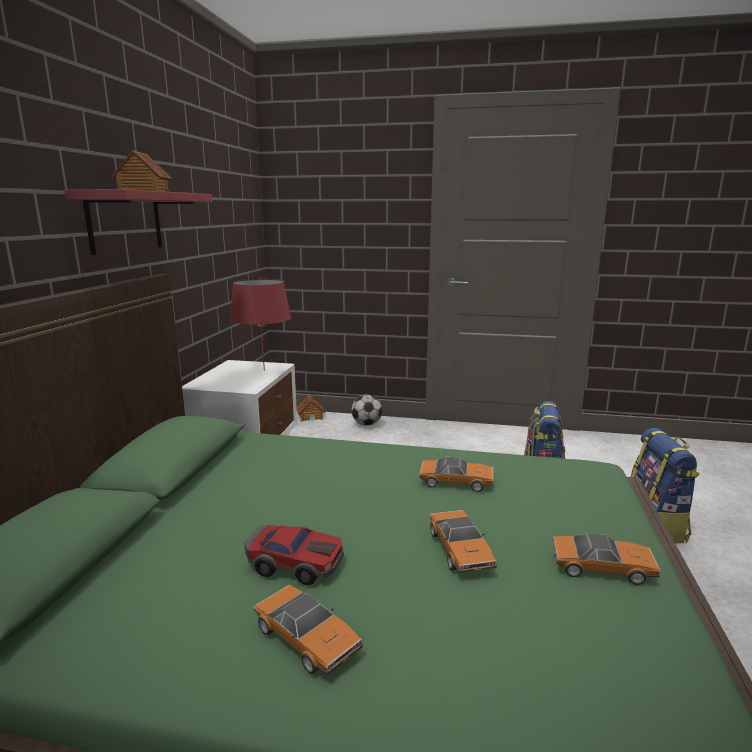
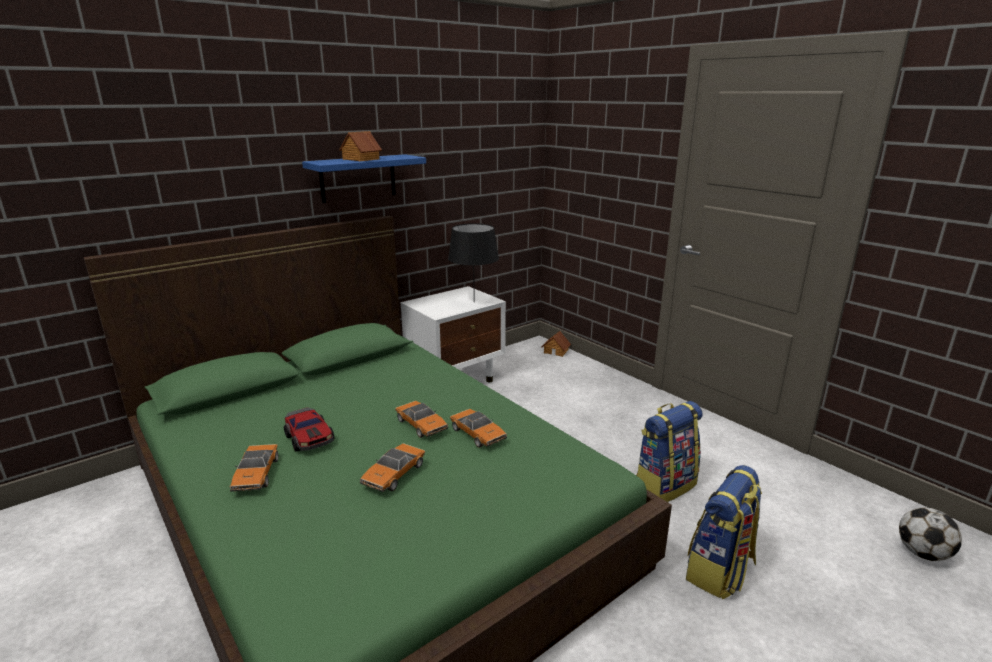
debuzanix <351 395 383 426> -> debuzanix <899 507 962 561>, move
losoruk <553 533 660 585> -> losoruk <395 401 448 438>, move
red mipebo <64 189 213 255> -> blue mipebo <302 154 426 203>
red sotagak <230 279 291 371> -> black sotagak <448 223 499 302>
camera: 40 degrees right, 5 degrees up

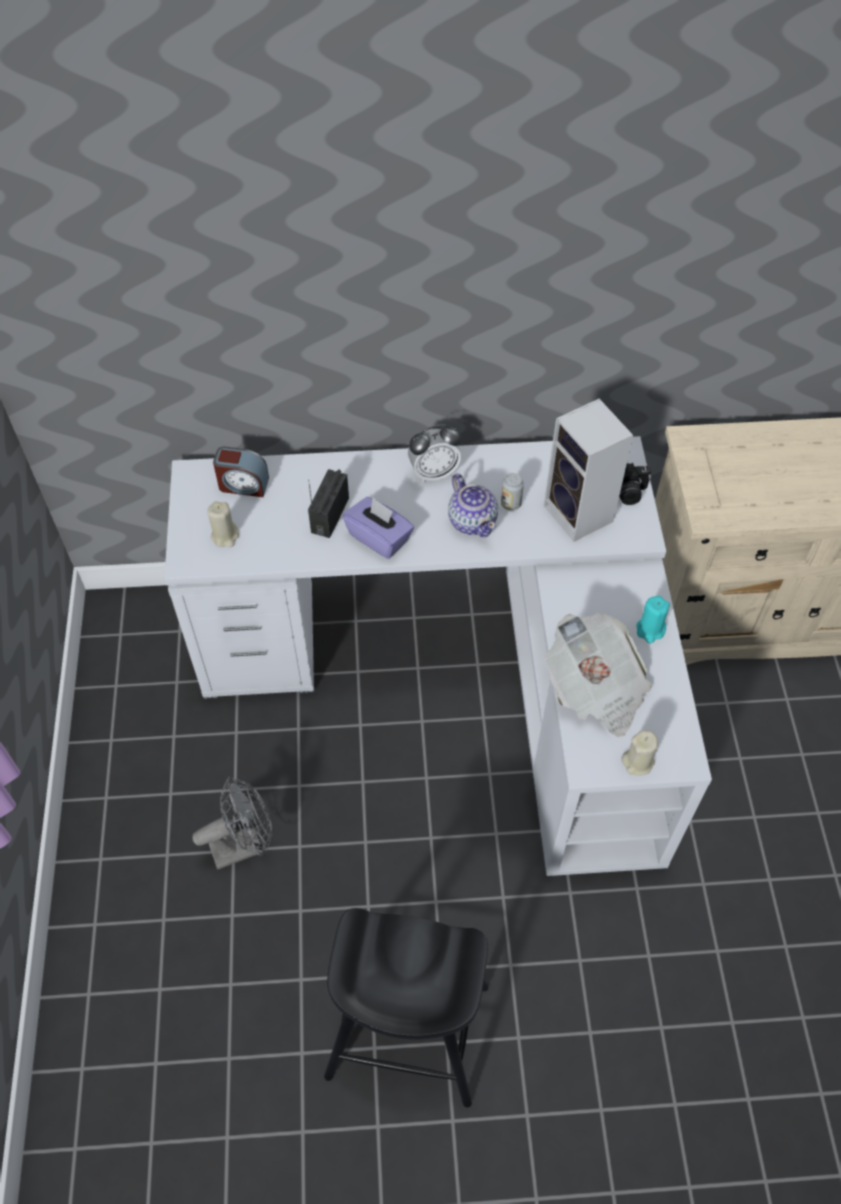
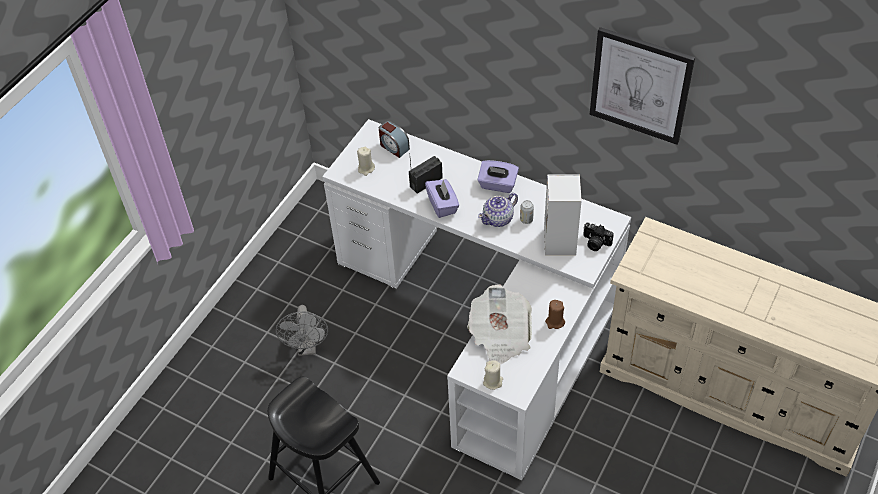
none -> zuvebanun <590 27 695 145>
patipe <408 425 461 483> -> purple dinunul <478 160 519 193>
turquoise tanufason <636 596 670 644> -> brown tanufason <545 300 565 329>
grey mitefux <192 776 272 869> -> grey mitefux <276 305 328 356>, 75 degrees clockwise
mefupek <448 474 498 537> -> mefupek <478 193 518 227>, 45 degrees clockwise
camera: 35 degrees right, 5 degrees down

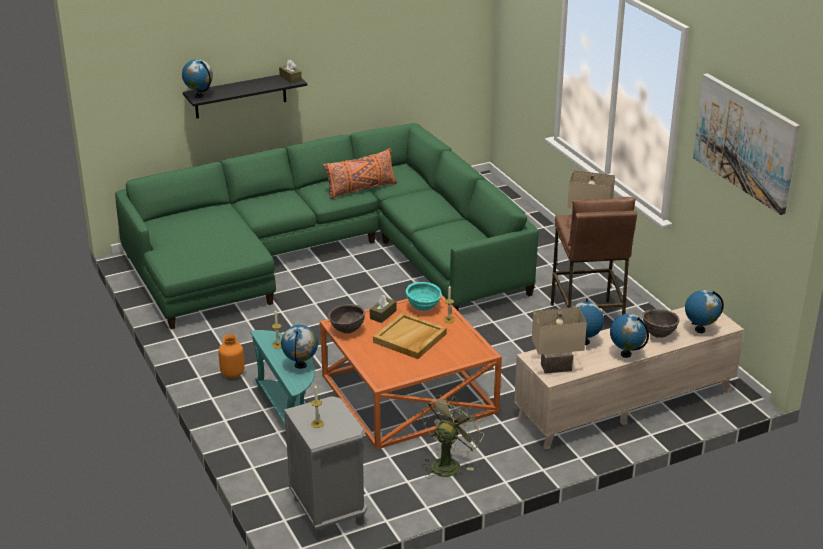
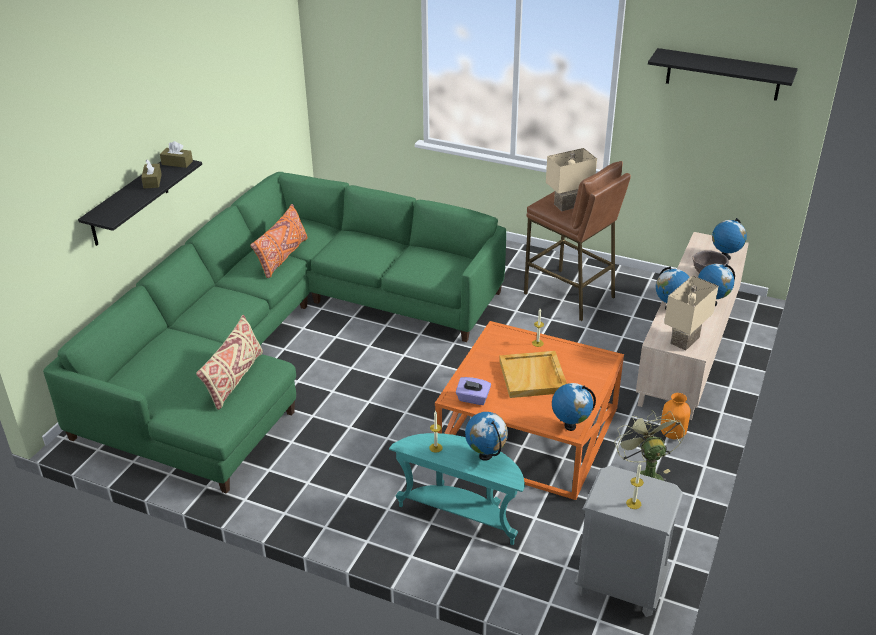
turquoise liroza <406 282 442 311> -> none
none -> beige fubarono <196 315 263 410>
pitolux <182 59 213 98> -> pitolux <552 383 596 431>, move
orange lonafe <218 334 245 378> -> orange lonafe <661 393 691 439>, move
brown dinunul <370 295 397 323> -> brown dinunul <141 160 162 189>, move
brown liroza <328 304 365 334> -> purple dinunul <456 377 491 405>
zuvebanun <693 73 800 215> -> black mipebo <648 48 798 101>
camera: 40 degrees left, 5 degrees up

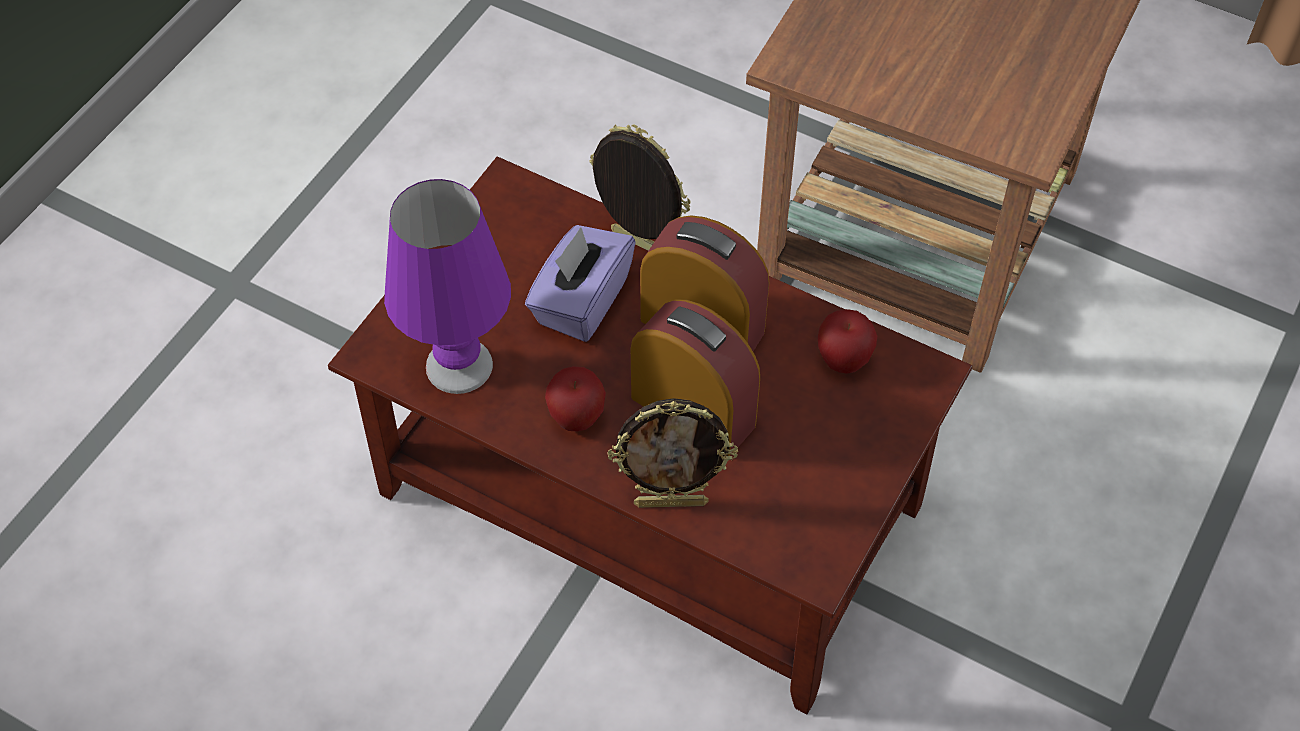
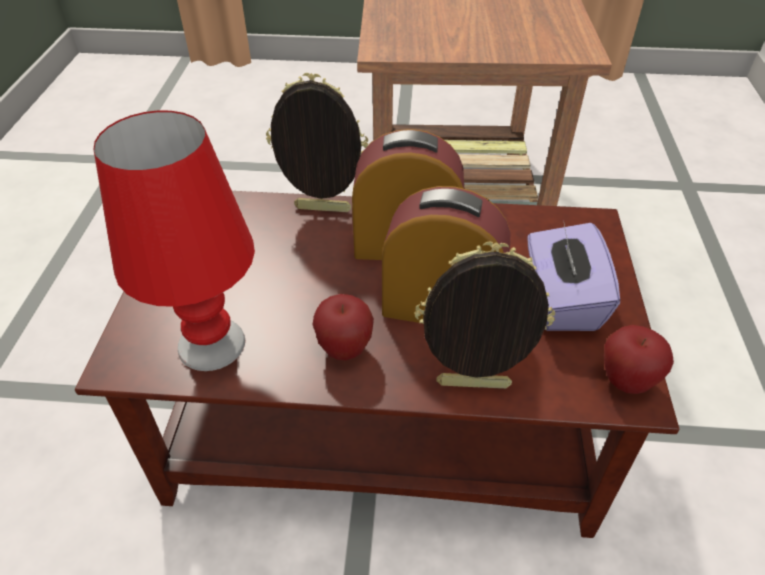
purple dinunul <525 225 636 342> -> purple dinunul <527 223 620 331>, move
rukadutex <818 309 877 374> -> rukadutex <604 325 674 394>, move
purple sotagak <384 179 511 394> -> red sotagak <93 110 255 371>
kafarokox <607 398 738 508> -> kafarokox <415 242 555 389>, 150 degrees counterclockwise
camera: 25 degrees left, 10 degrees down

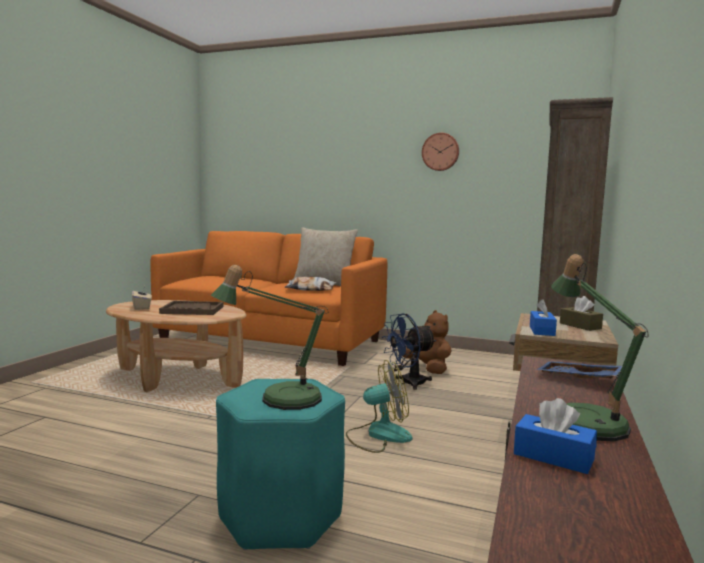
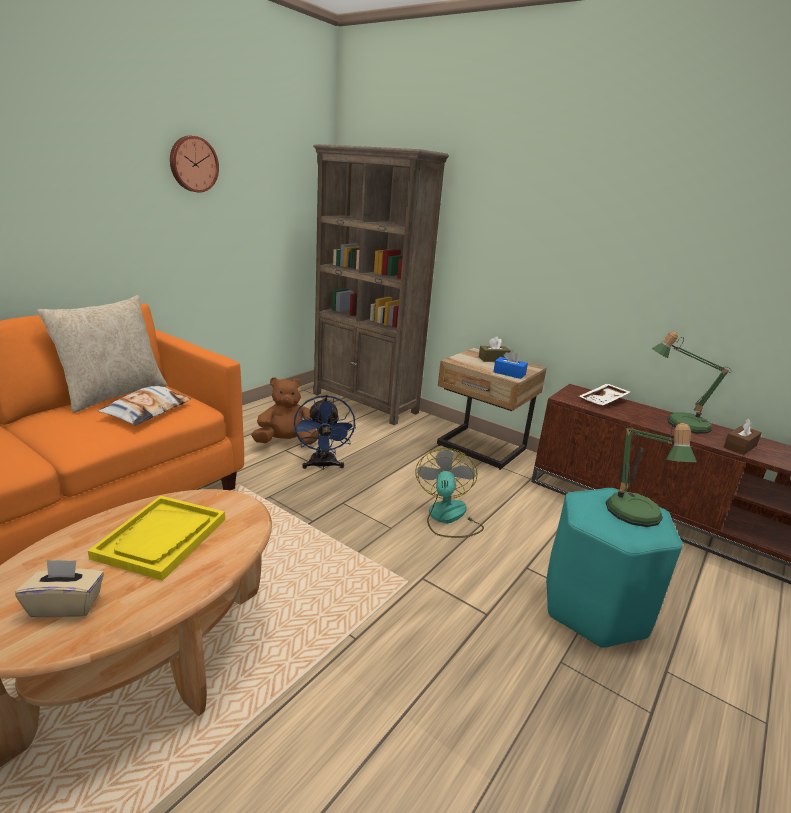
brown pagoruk <159 301 224 315> -> yellow pagoruk <88 495 225 581>
blue dinunul <514 398 597 474> -> brown dinunul <724 418 762 455>
blue pagoruk <537 361 622 378> -> white pagoruk <579 383 630 405>
camera: 75 degrees left, 15 degrees up

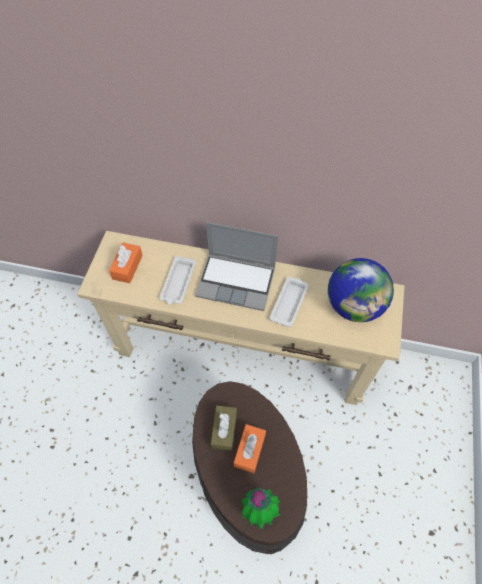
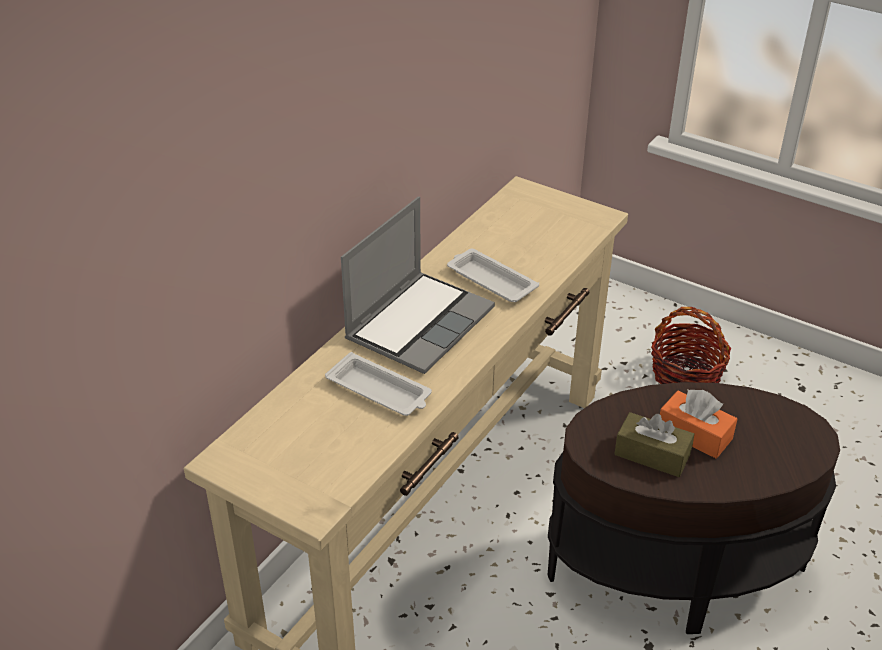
orange dinunul <109 243 143 283> -> none
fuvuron <242 487 281 530> -> none
pitolux <328 258 394 322> -> none
none -> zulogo <651 307 731 384>
camera: 70 degrees left, 20 degrees down

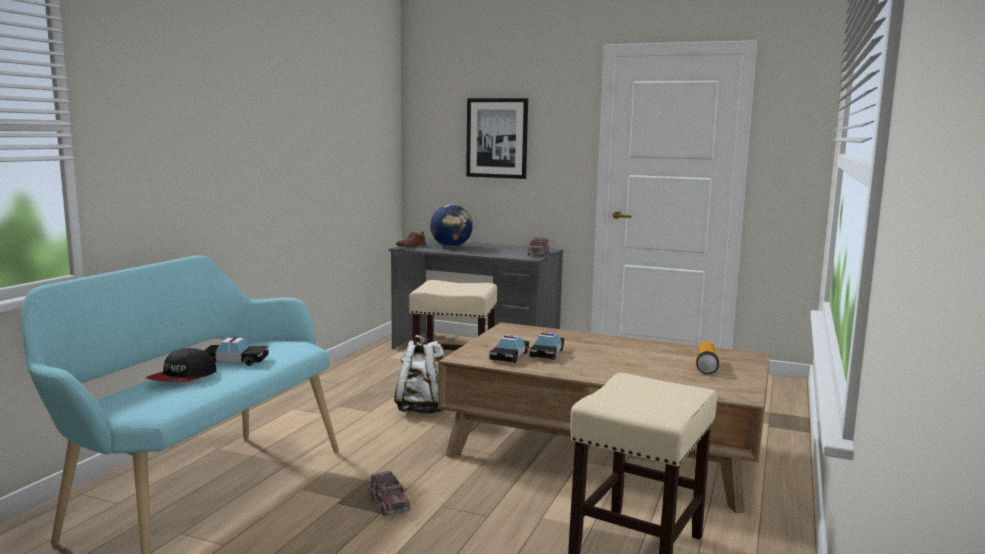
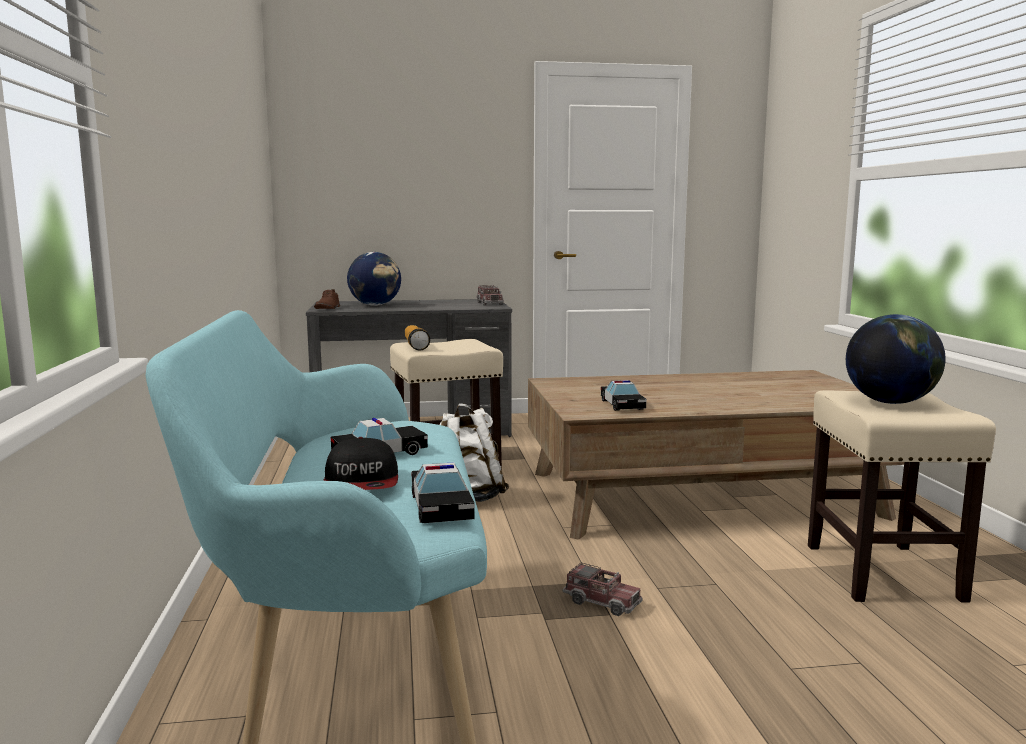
zuvebanun <466 98 528 179> -> none
none -> pitolux <846 314 946 404>
losoruk <529 332 564 360> -> losoruk <411 462 475 523>, move
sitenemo <696 341 719 374> -> sitenemo <405 325 430 350>, move
camera: 30 degrees left, 0 degrees up

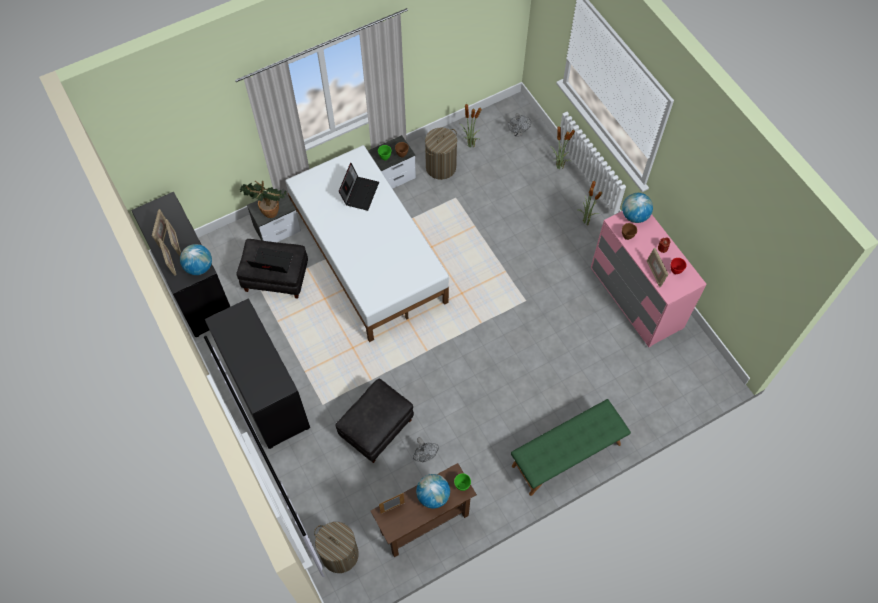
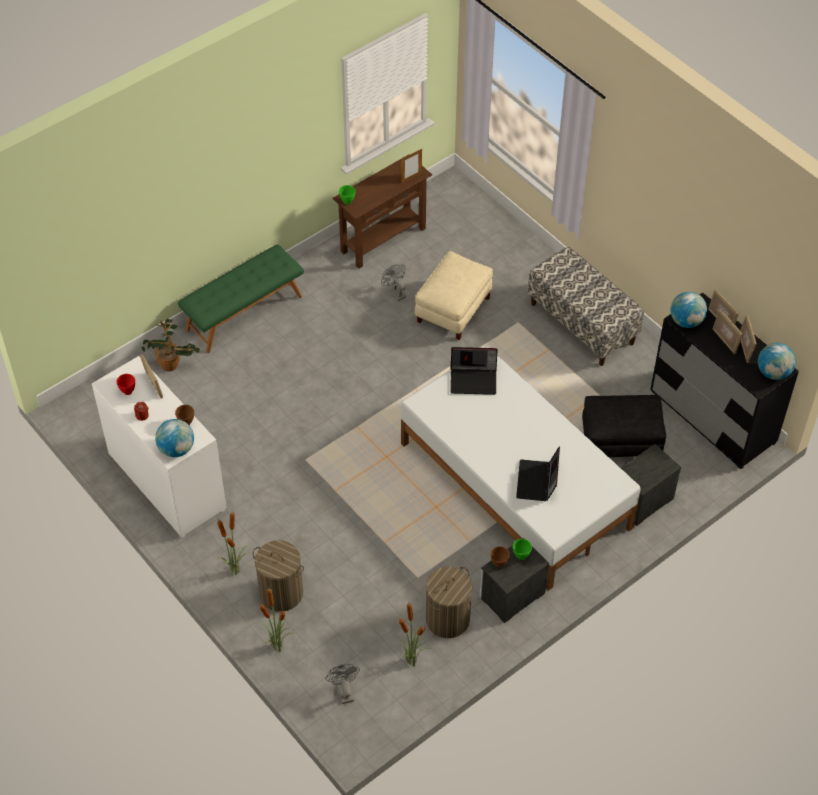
fuvuron <240 181 287 218> -> fuvuron <142 319 200 371>, move
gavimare <246 247 293 273> -> gavimare <450 347 498 395>, move
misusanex <314 522 359 573> -> misusanex <253 540 304 612>, move
pitolux <416 474 450 509> -> pitolux <758 343 796 380>, move
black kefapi <205 298 310 449> -> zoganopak <528 247 644 366>
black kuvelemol <335 379 414 463> -> beige kuvelemol <415 251 493 340>
pink kefapi <591 211 706 347> -> white kefapi <92 356 226 538>
camera: 170 degrees right, 10 degrees down

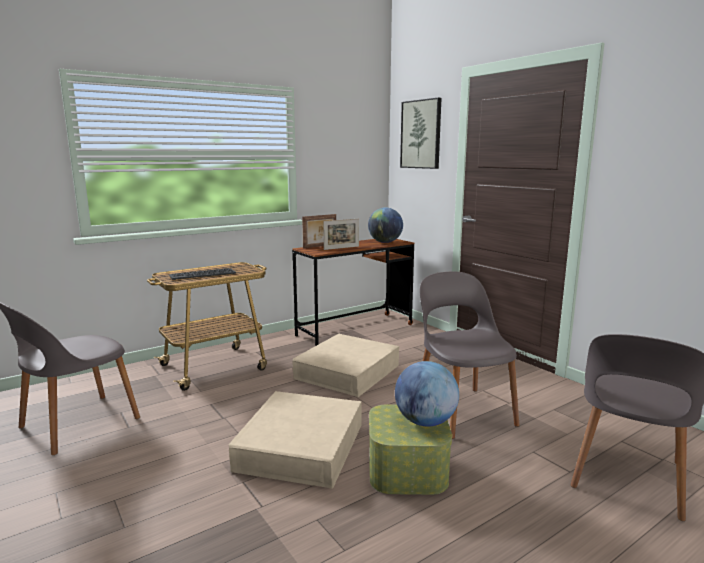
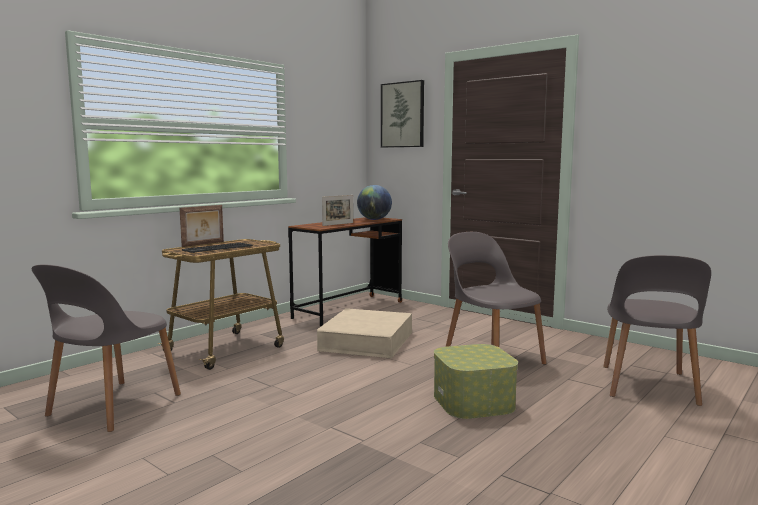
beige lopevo <229 391 362 489> -> none
pitolux <395 361 459 427> -> none
kafarokox <302 214 336 249> -> kafarokox <179 205 224 247>, move
camera: 15 degrees left, 5 degrees down

